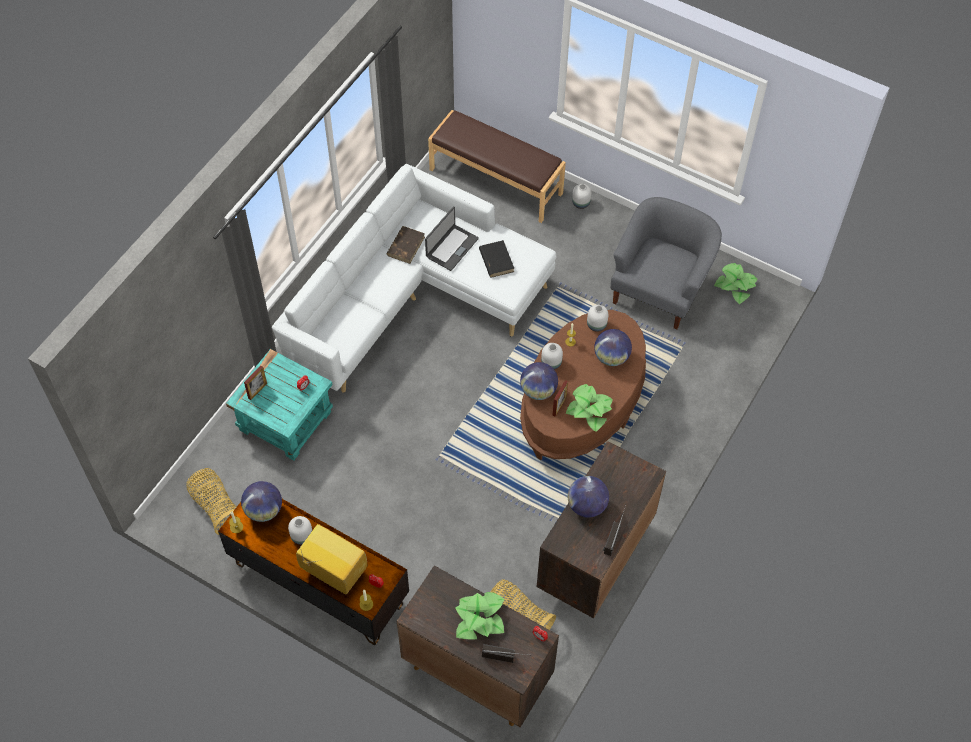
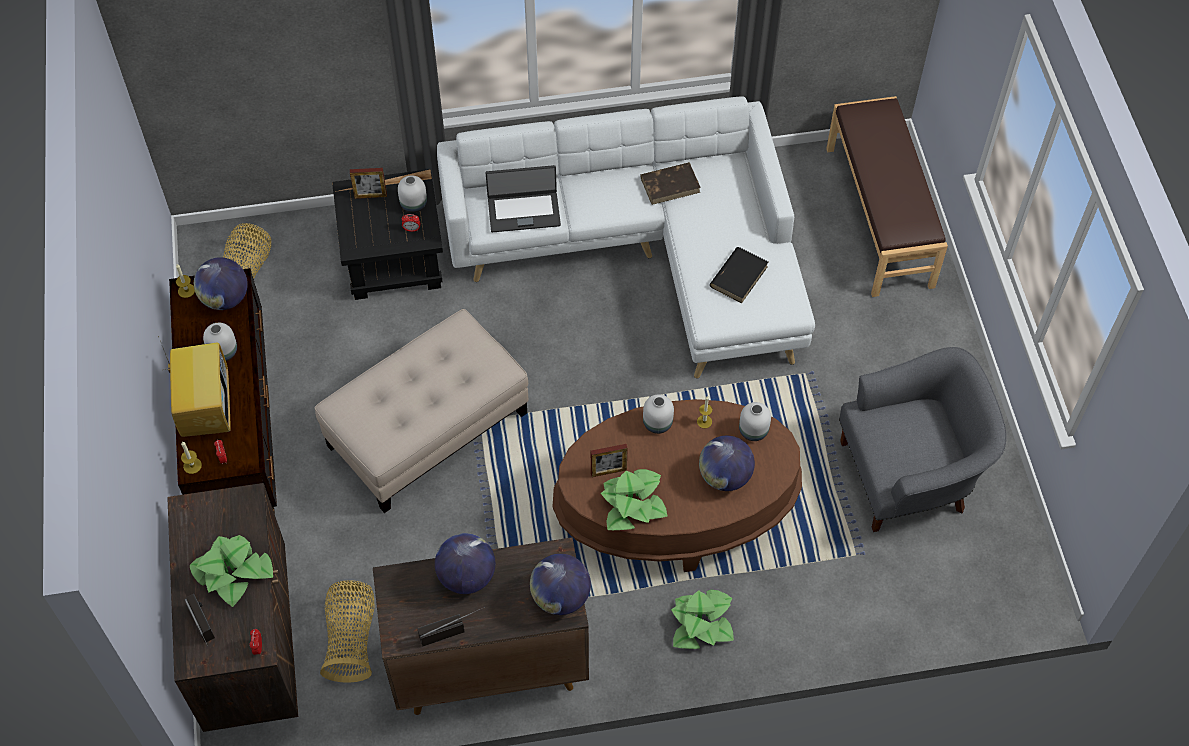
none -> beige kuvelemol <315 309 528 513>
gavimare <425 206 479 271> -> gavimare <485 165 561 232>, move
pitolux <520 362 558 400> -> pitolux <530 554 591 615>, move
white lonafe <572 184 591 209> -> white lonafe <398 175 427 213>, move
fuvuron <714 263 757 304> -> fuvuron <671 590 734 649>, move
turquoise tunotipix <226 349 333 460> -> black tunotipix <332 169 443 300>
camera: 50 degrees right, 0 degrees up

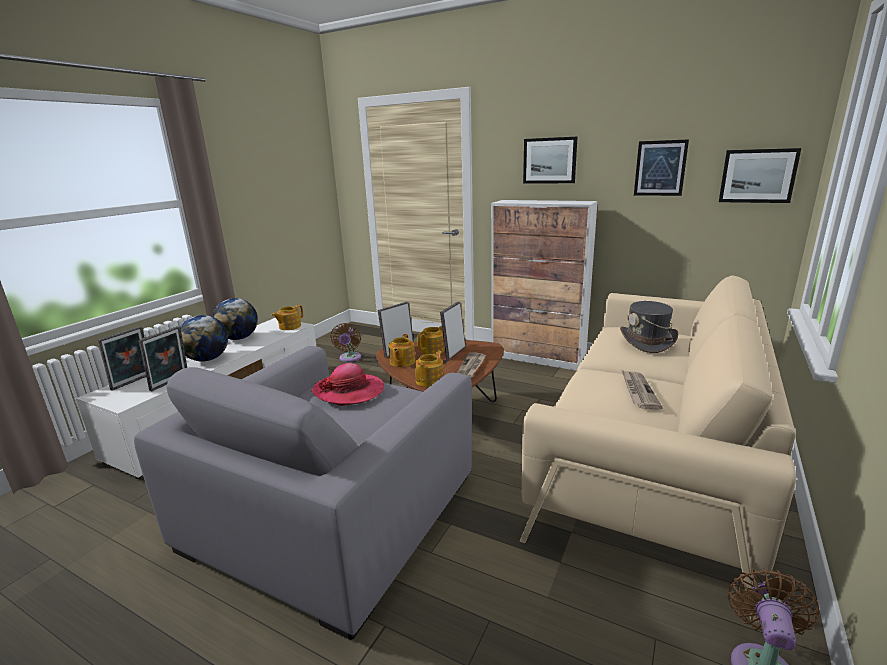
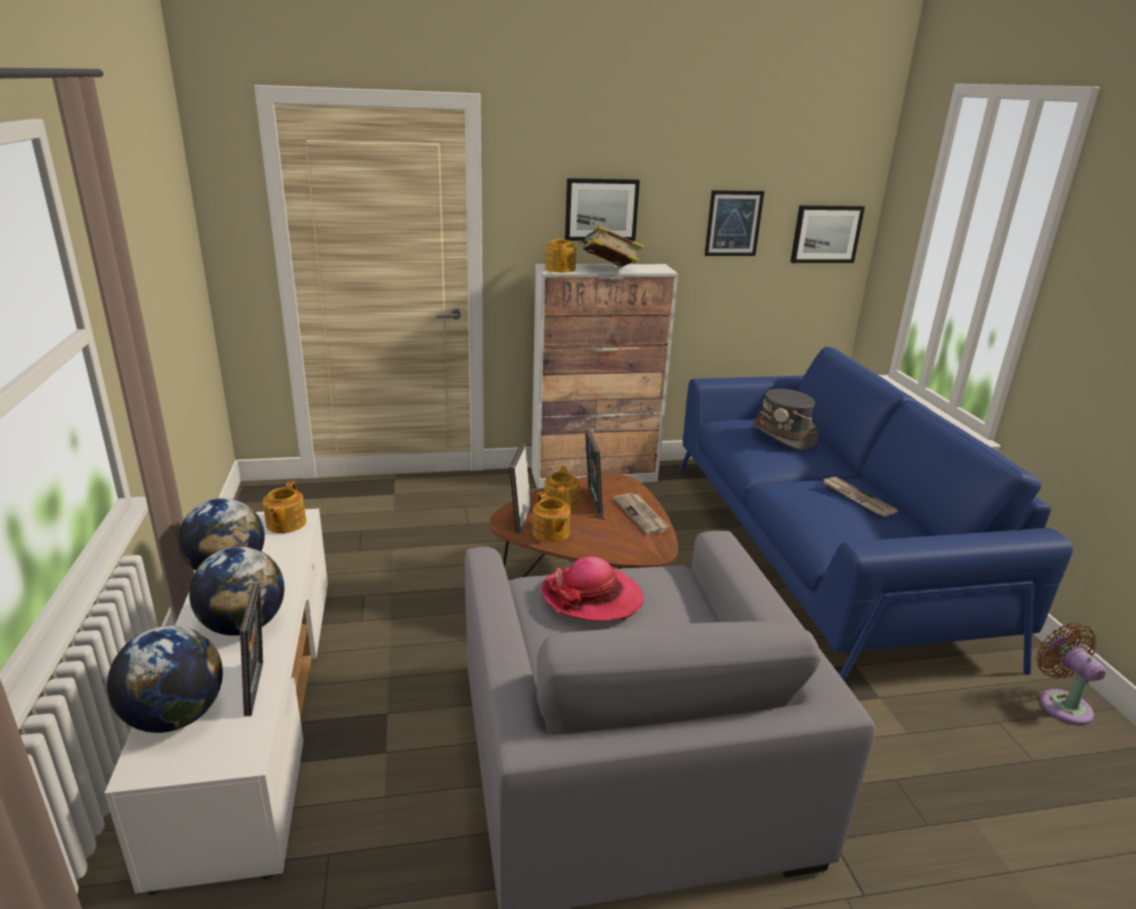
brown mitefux <330 323 361 362> -> none
none -> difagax <579 225 644 267>
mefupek <415 351 444 387> -> mefupek <545 238 576 273>, move
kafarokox <98 326 146 391> -> pitolux <107 626 223 733>
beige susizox <520 275 796 623> -> blue susizox <678 347 1073 681>
camera: 40 degrees left, 5 degrees up

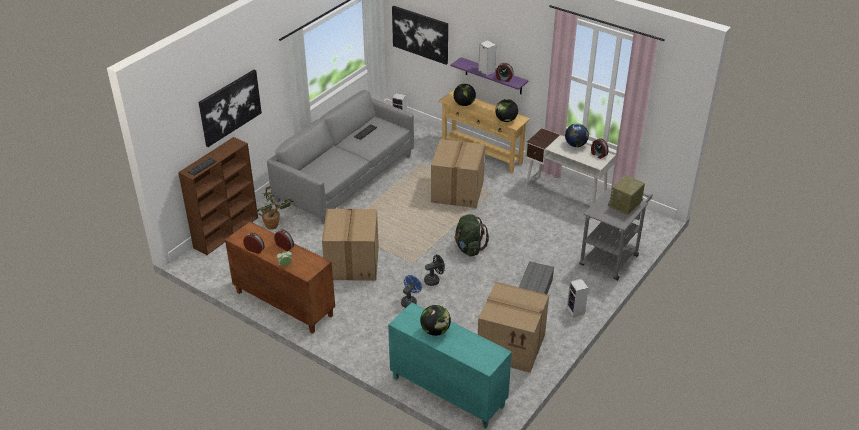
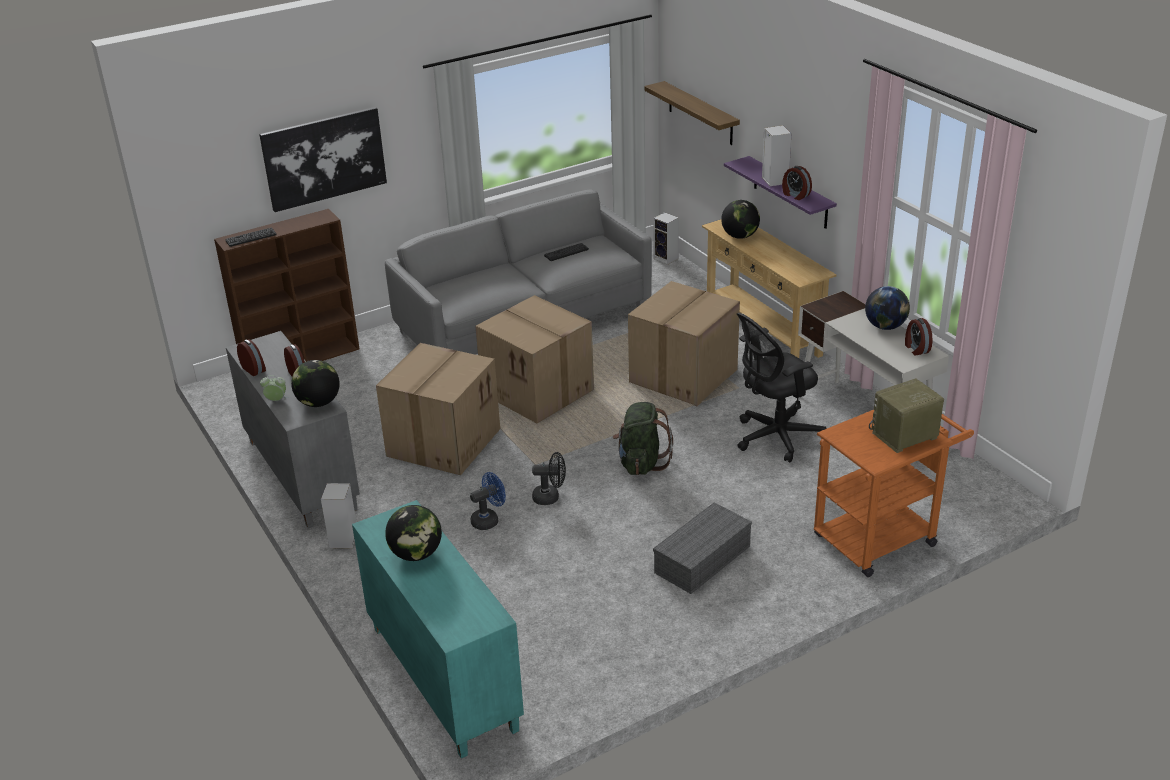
fuvuron <257 186 294 230> -> none
none -> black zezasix <737 313 826 462>
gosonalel <478 282 549 373> -> gosonalel <475 295 594 423>, move
pitolux <495 99 518 122> -> pitolux <291 360 340 407>, move
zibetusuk <567 279 588 317> -> zibetusuk <321 483 356 549>, move
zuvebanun <392 6 448 65> -> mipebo <644 81 740 145>
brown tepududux <225 222 335 334> -> grey tepududux <226 331 360 528>
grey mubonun <579 188 653 281> -> orange mubonun <814 410 974 577>
camera: 25 degrees right, 5 degrees down

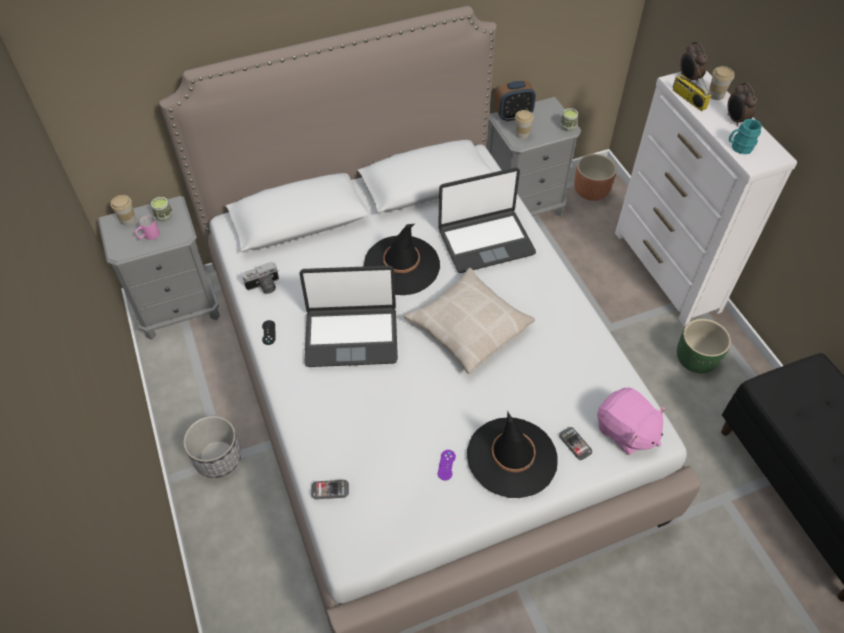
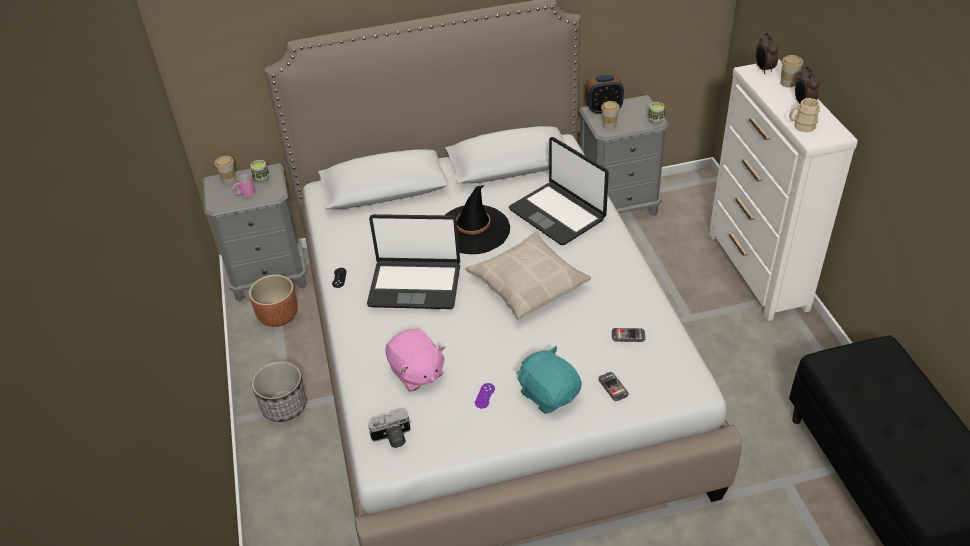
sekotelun <673 57 711 111> -> none
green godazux <677 319 731 373> -> none
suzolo <242 262 279 294> -> suzolo <368 410 411 448>, move
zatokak <312 480 349 499> -> zatokak <612 328 645 342>, move
brown godazux <574 154 617 201> -> brown godazux <249 274 298 327>, move
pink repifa <597 388 666 455> -> pink repifa <385 328 445 391>, move
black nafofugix <467 411 558 498> -> turquoise repifa <516 346 582 414>
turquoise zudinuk <729 119 761 154> -> beige zudinuk <789 98 820 132>
gavimare <438 167 536 273> -> gavimare <509 137 609 245>, 60 degrees clockwise
camera: 10 degrees right, 10 degrees down

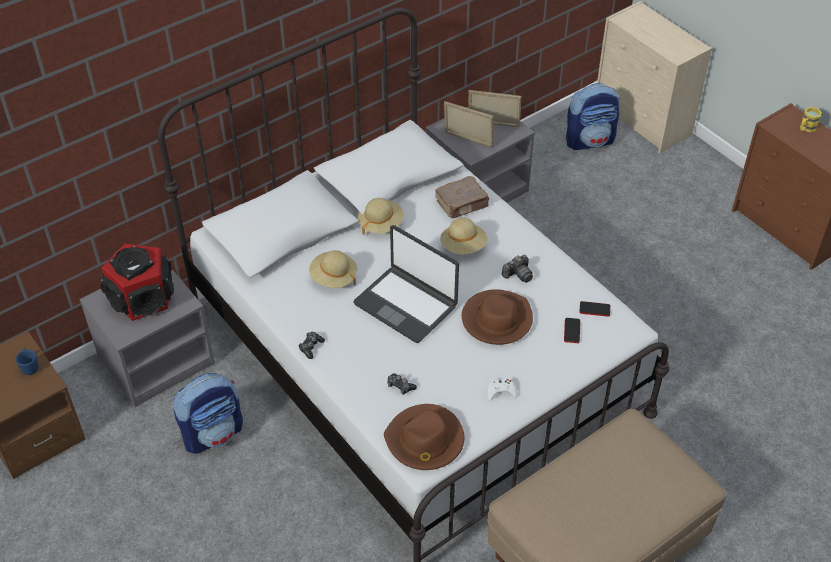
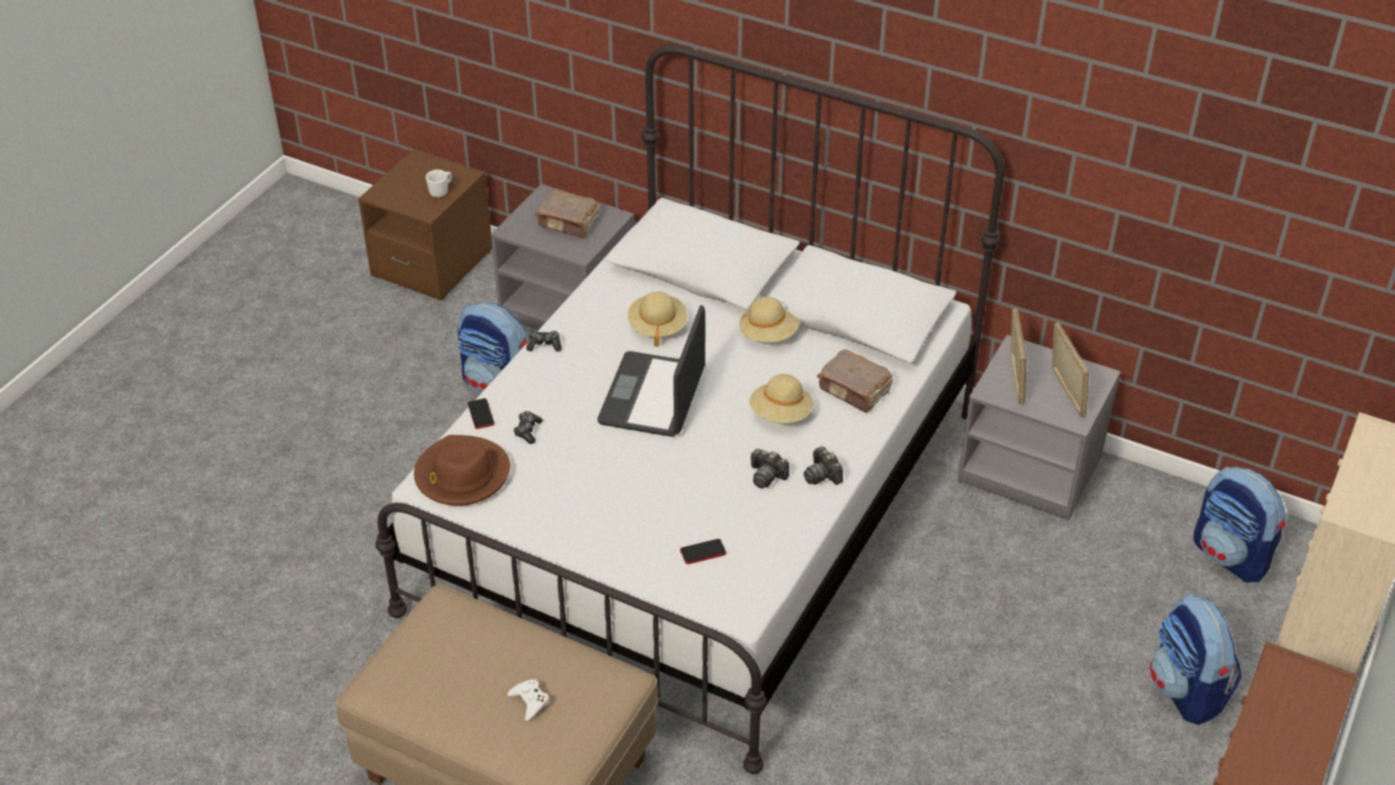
brown nafofugix <462 289 533 345> -> none
yellow zudinuk <800 107 822 132> -> none
none -> suzolo <804 446 843 485>
none -> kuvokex <1150 593 1242 725>
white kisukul <487 377 517 401> -> white kisukul <507 679 549 721>, move
zatokak <579 301 610 317> -> zatokak <468 398 494 429>, move
zibetusuk <100 243 174 321> -> brown difagax <535 190 599 238>
blue zudinuk <16 348 39 375> -> white zudinuk <426 170 452 198>
camera: 65 degrees right, 5 degrees down

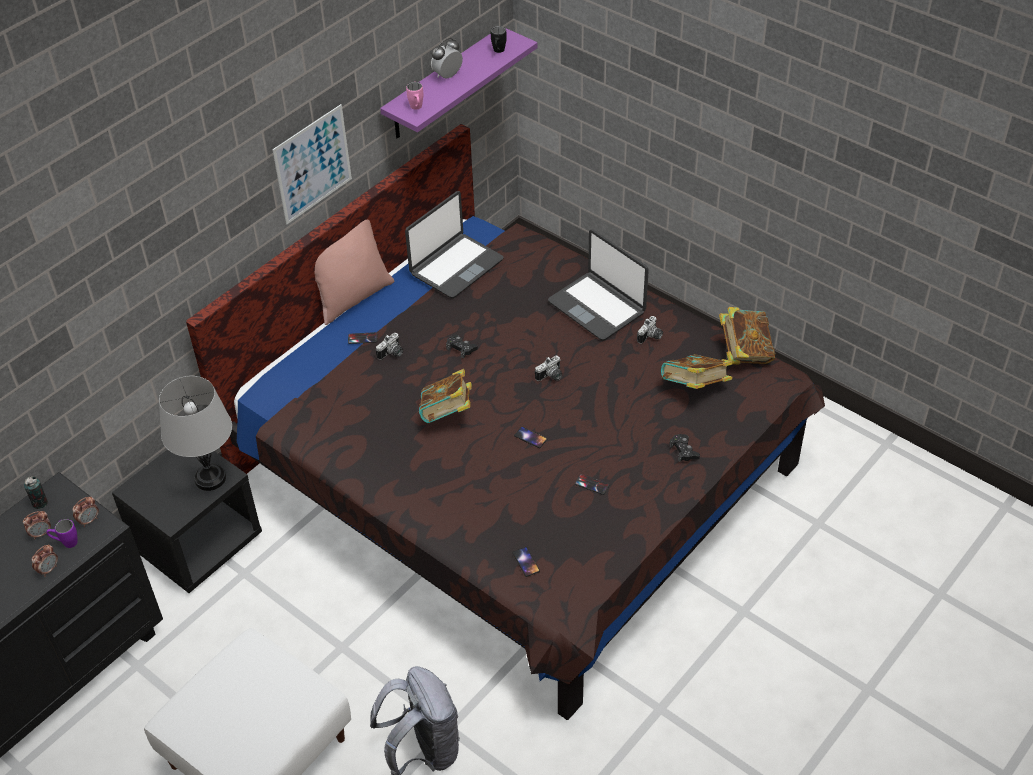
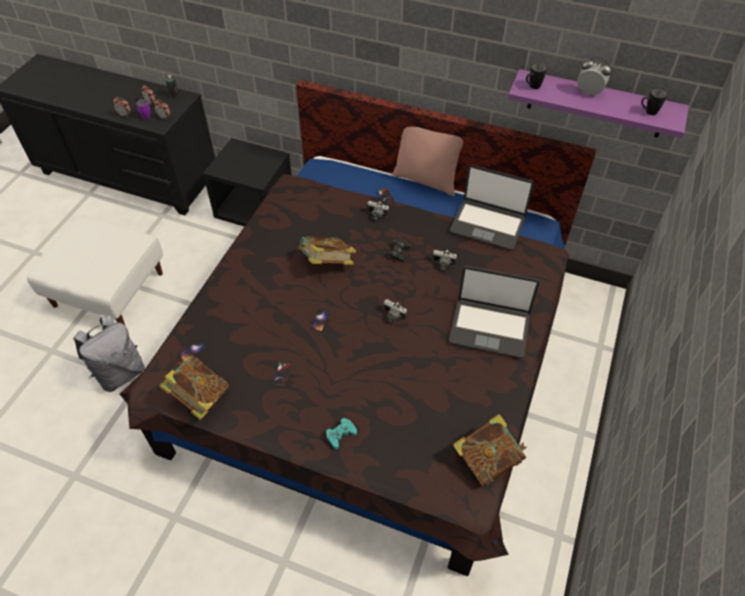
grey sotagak <159 376 232 491> -> none
zuvebanun <272 104 352 224> -> none
suzolo <637 316 663 344> -> suzolo <432 250 457 270>, move
difagax <661 354 733 389> -> difagax <159 355 229 420>, move
pink zudinuk <406 82 423 110> -> black zudinuk <526 63 546 89>
black kisukul <669 434 700 462> -> turquoise kisukul <326 418 357 449>
gavimare <548 229 649 341> -> gavimare <449 266 540 358>, 105 degrees counterclockwise
camera: 70 degrees right, 5 degrees up

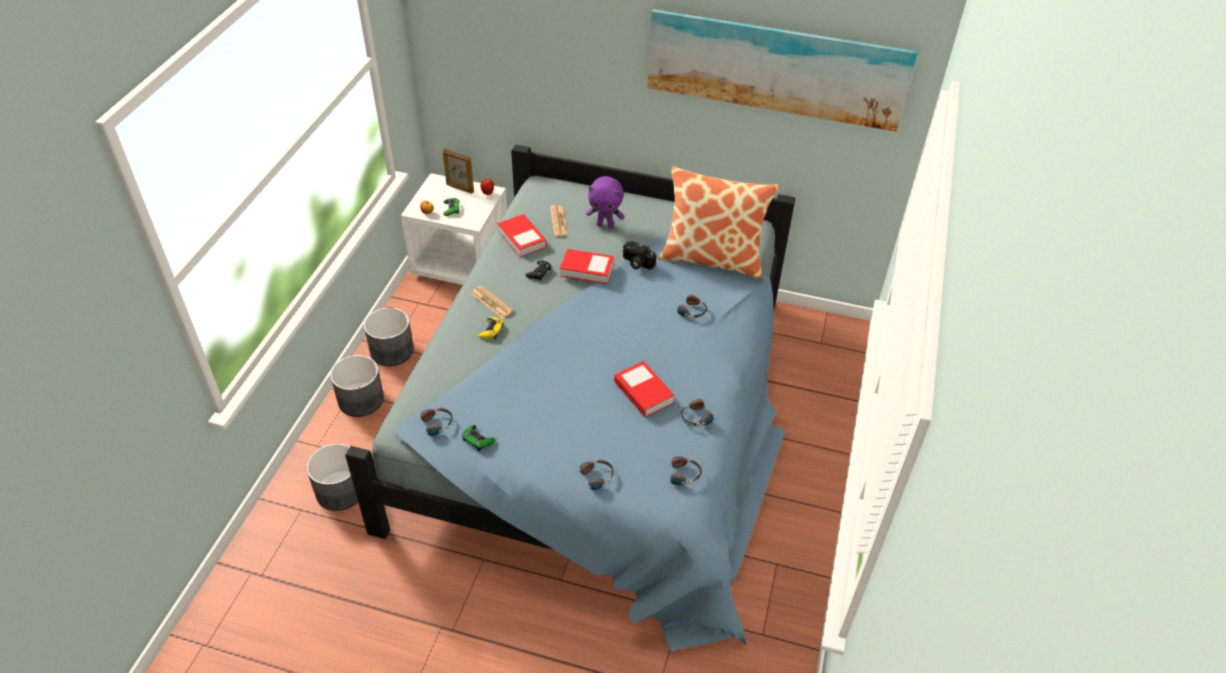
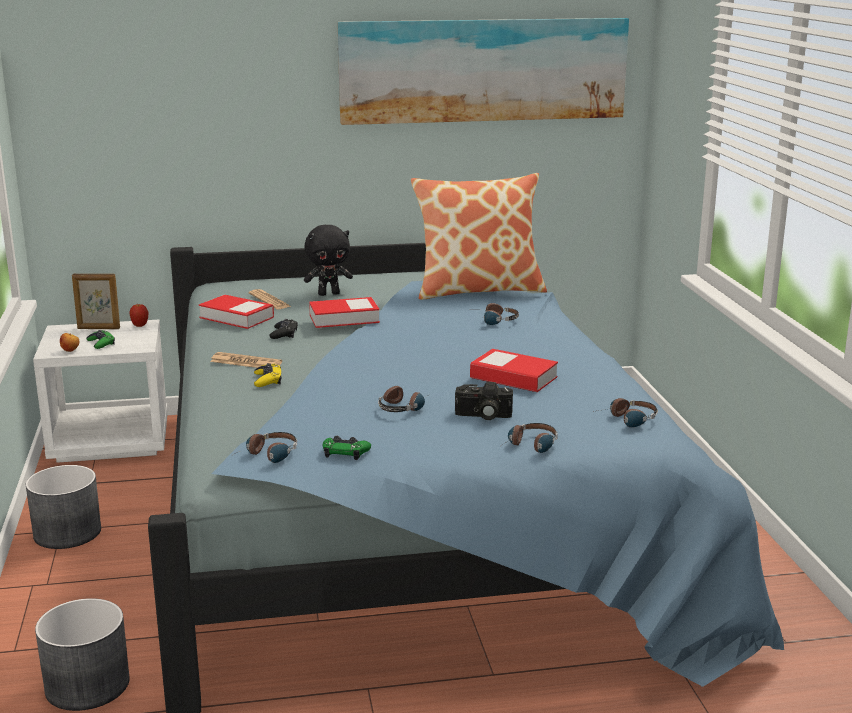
grey godazux <330 355 384 417> -> none
suzolo <622 241 656 270> -> suzolo <455 382 513 420>, move
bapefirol <681 399 725 426> -> bapefirol <378 386 430 412>, move
purple repifa <586 176 625 228> -> black repifa <304 225 353 296>
camera: 25 degrees left, 25 degrees down

